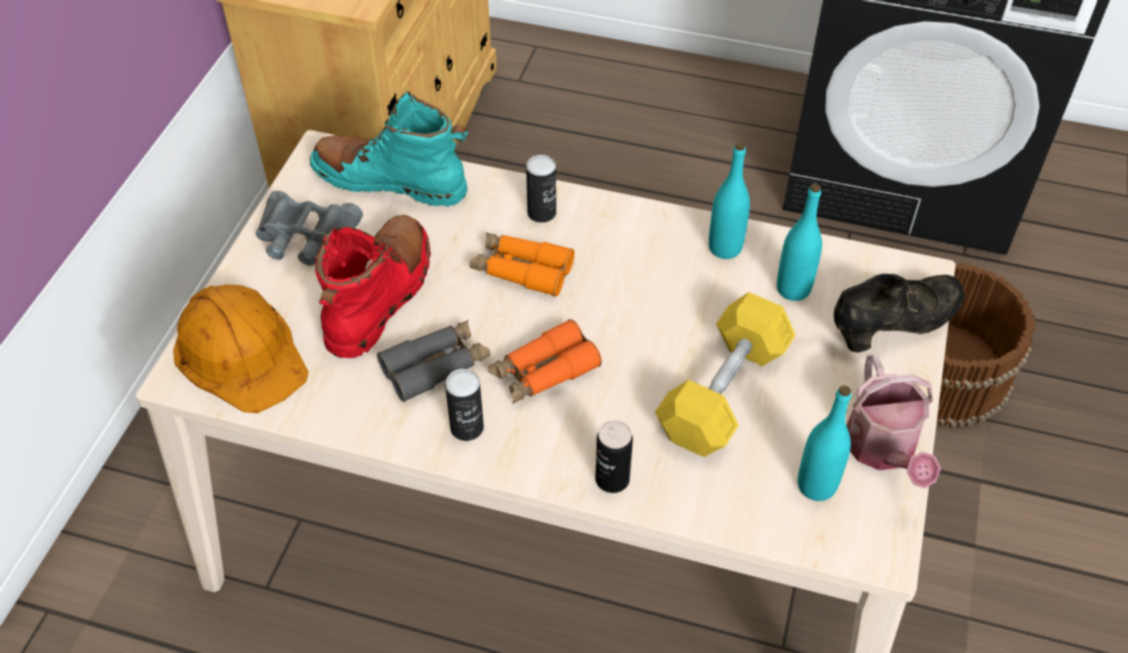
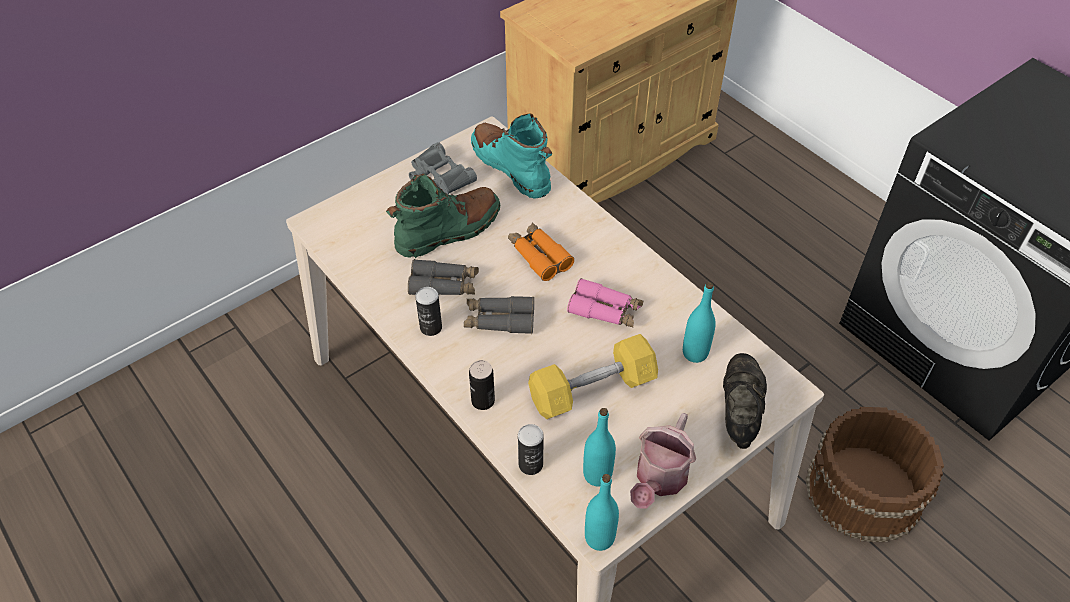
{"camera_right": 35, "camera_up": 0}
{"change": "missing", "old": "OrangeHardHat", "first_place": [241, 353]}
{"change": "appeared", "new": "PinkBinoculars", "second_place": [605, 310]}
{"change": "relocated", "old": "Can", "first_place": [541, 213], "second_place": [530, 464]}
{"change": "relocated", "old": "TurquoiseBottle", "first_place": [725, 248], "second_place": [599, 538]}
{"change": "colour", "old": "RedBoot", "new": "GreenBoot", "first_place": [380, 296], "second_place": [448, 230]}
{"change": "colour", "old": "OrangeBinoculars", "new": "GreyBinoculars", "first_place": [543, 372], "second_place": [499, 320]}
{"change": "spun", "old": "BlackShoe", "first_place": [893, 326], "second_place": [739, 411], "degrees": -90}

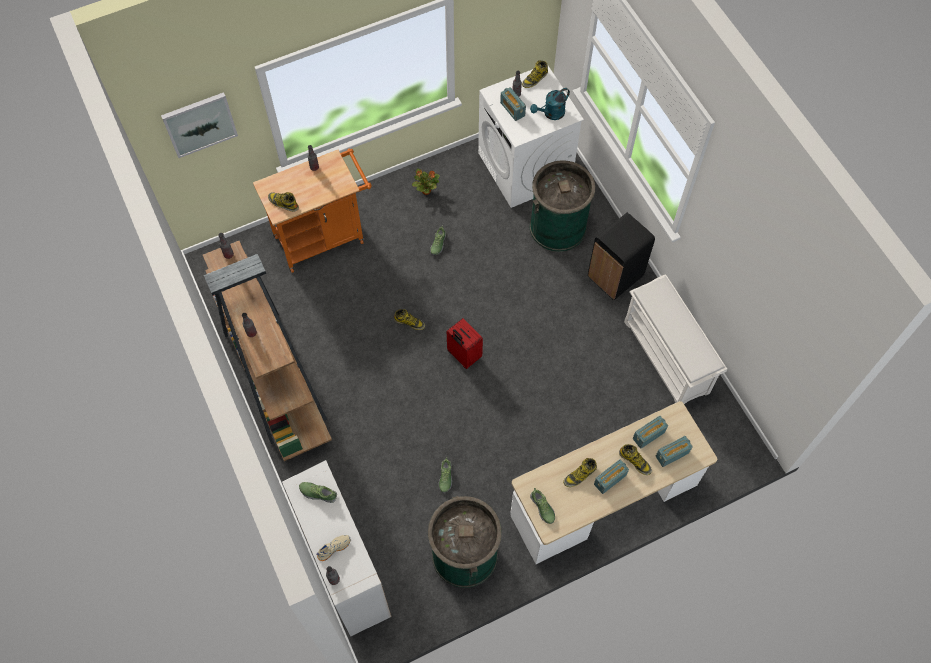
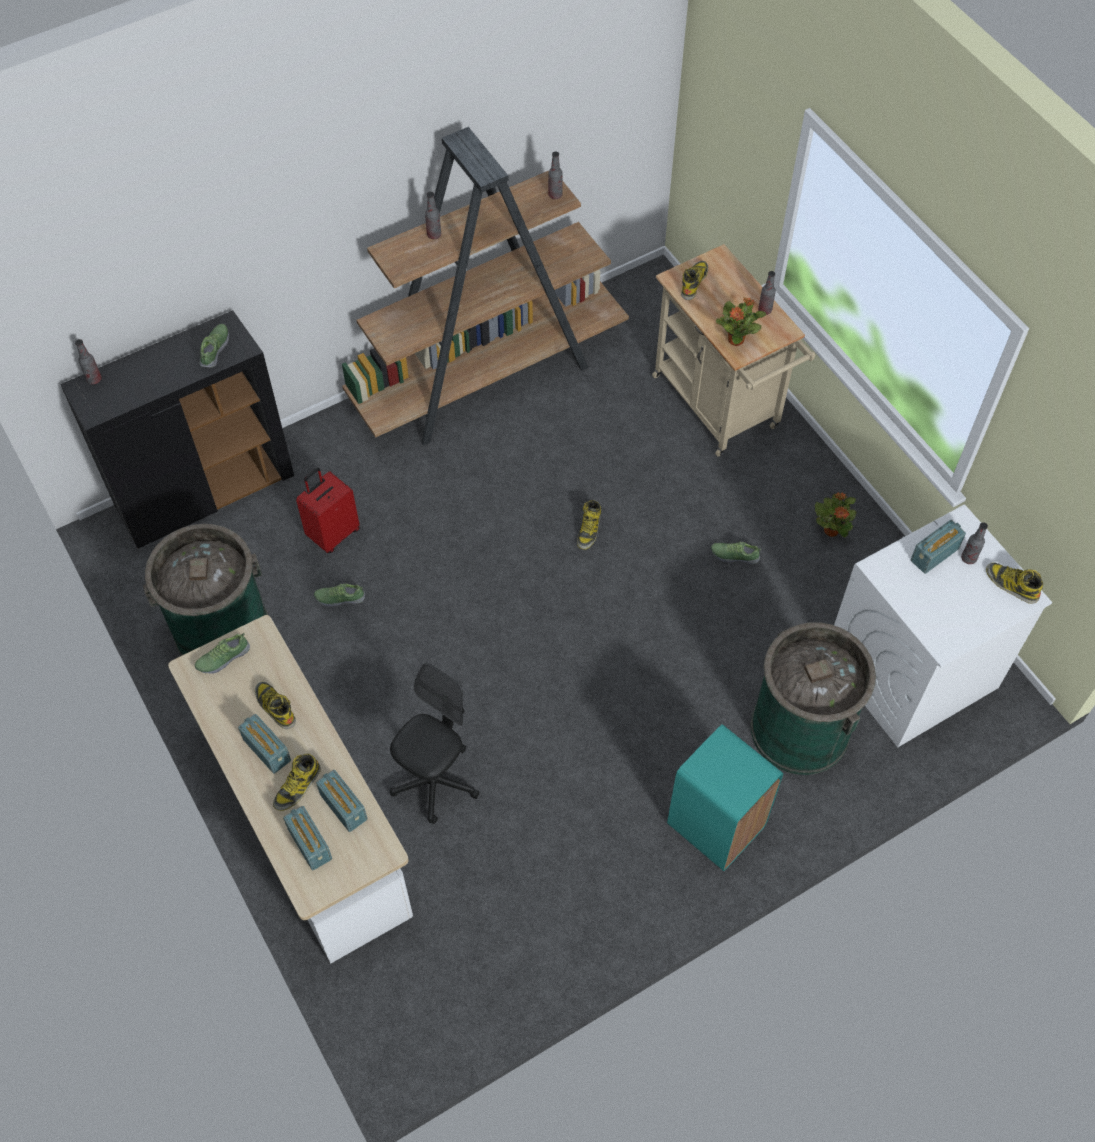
{"camera_right": 85, "camera_up": -5}
{"change": "missing", "old": "Picture", "first_place": [199, 124]}
{"change": "missing", "old": "BeigeShoe", "first_place": [333, 547]}
{"change": "missing", "old": "TurquoiseWateringCan", "first_place": [551, 114]}
{"change": "missing", "old": "WhiteShoeRack", "first_place": [667, 357]}
{"change": "appeared", "new": "BlackOfficeChair", "second_place": [435, 782]}
{"change": "appeared", "new": "PottedPlant", "second_place": [736, 339]}
{"change": "relocated", "old": "RedSuitcase", "first_place": [463, 355], "second_place": [333, 533]}
{"change": "colour", "old": "OrangeCart", "new": "BeigeCart", "first_place": [324, 236], "second_place": [720, 407]}
{"change": "colour", "old": "WhiteCabinet", "new": "BlackCabinet", "first_place": [345, 570], "second_place": [206, 491]}
{"change": "colour", "old": "BlackTrashCan", "new": "TurquoiseTrashCan", "first_place": [616, 276], "second_place": [716, 826]}

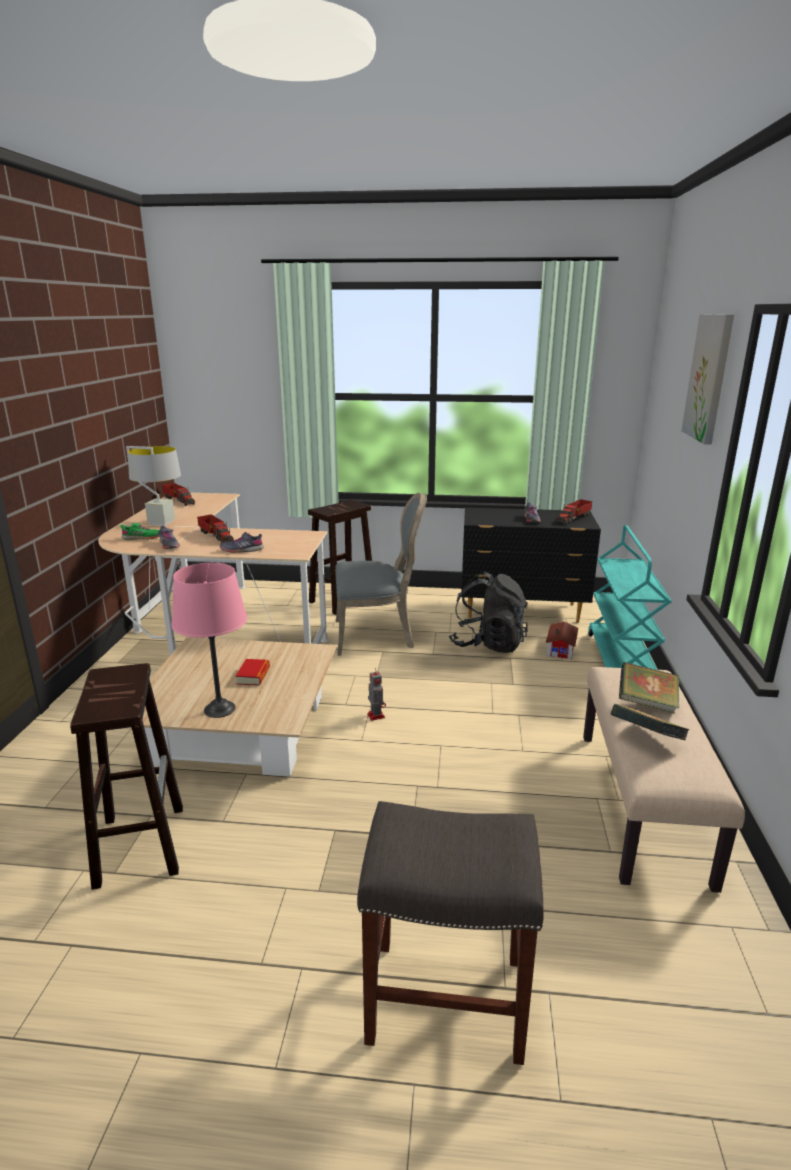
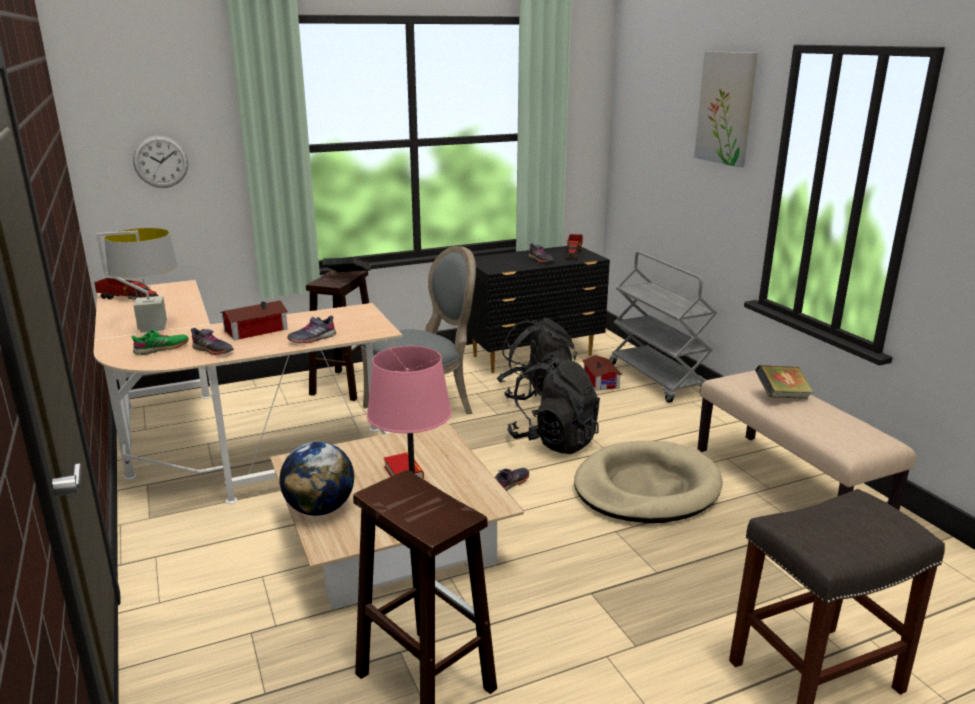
{"camera_right": -30, "camera_up": 0}
{"change": "appeared", "new": "WallClock", "second_place": [160, 162]}
{"change": "appeared", "new": "Globe", "second_place": [320, 509]}
{"change": "appeared", "new": "BlackBackpack", "second_place": [554, 441]}
{"change": "appeared", "new": "BeigeDogBed", "second_place": [646, 488]}
{"change": "relocated", "old": "Book", "first_place": [646, 739], "second_place": [348, 277]}
{"change": "exchanged", "old": "ToyTruck", "new": "ToyHouse", "first_place": [216, 536], "second_place": [254, 330]}
{"change": "exchanged", "old": "ToyRobot", "new": "GreyShoe", "first_place": [375, 715], "second_place": [510, 484]}
{"change": "colour", "old": "TurquoiseCart", "new": "GreyCart", "first_place": [621, 660], "second_place": [657, 379]}

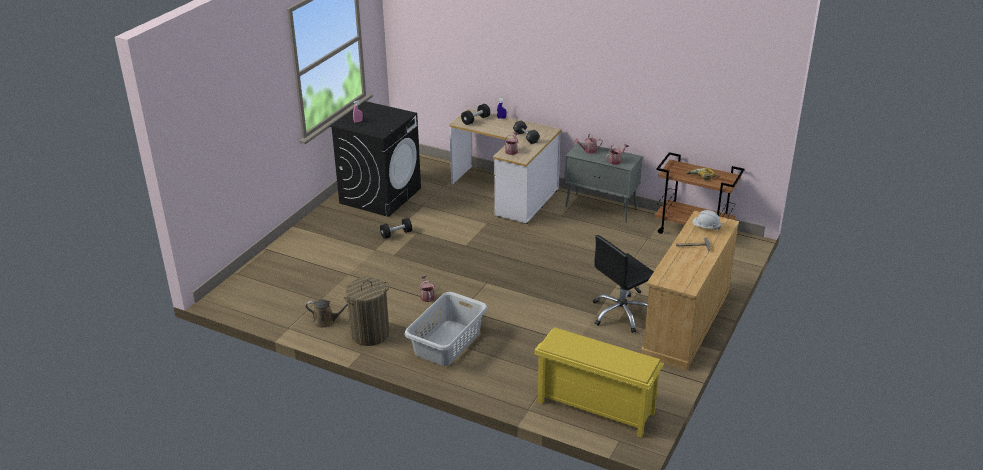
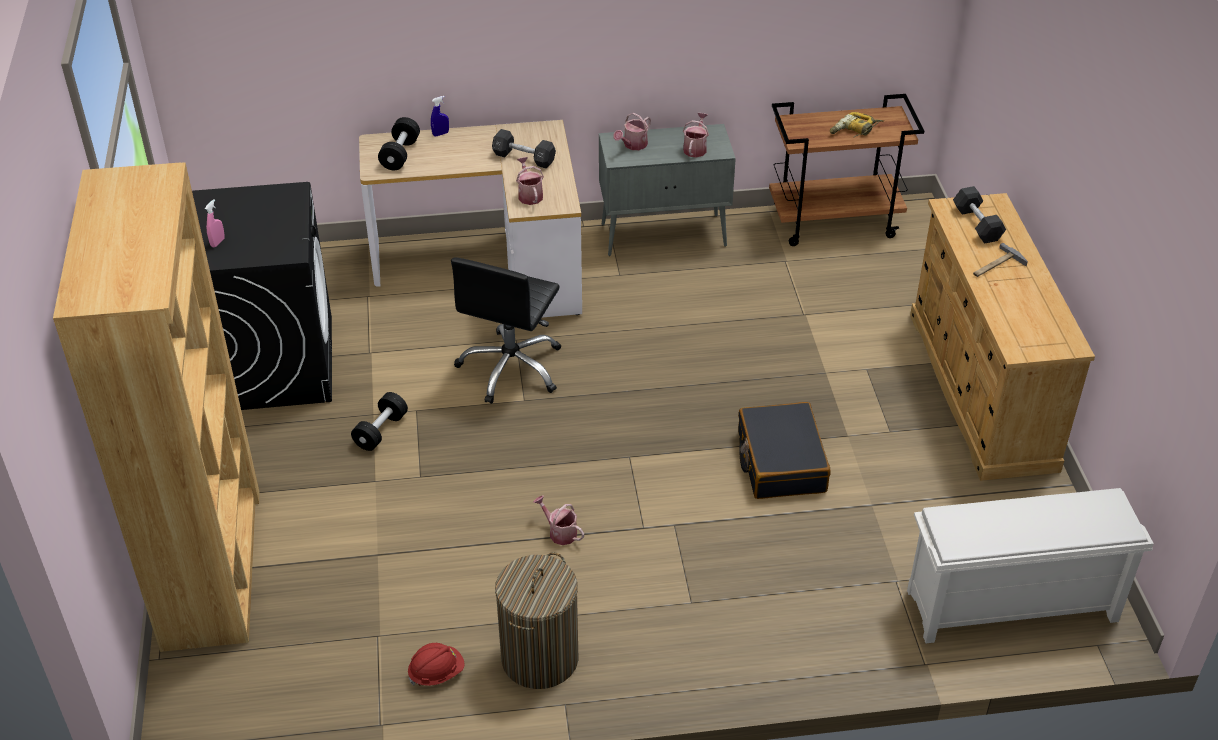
{"camera_right": -35, "camera_up": 10}
{"change": "missing", "old": "GreyLaundryBasket", "first_place": [446, 343]}
{"change": "appeared", "new": "BrownBookcase", "second_place": [212, 567]}
{"change": "appeared", "new": "BlackSuitcase", "second_place": [780, 462]}
{"change": "relocated", "old": "BlackOfficeChair", "first_place": [621, 314], "second_place": [511, 368]}
{"change": "exchanged", "old": "BrownWateringCan", "new": "RedHardHat", "first_place": [326, 321], "second_place": [436, 673]}
{"change": "exchanged", "old": "WhiteHardHat", "new": "BlackDumbbell", "first_place": [705, 227], "second_place": [977, 224]}
{"change": "colour", "old": "YellowShoeRack", "new": "WhiteShoeRack", "first_place": [594, 408], "second_place": [1010, 607]}

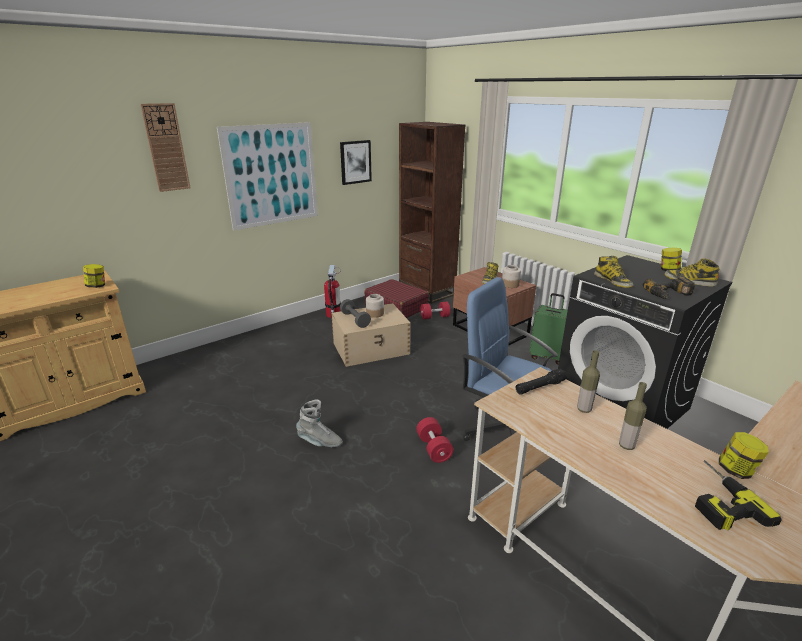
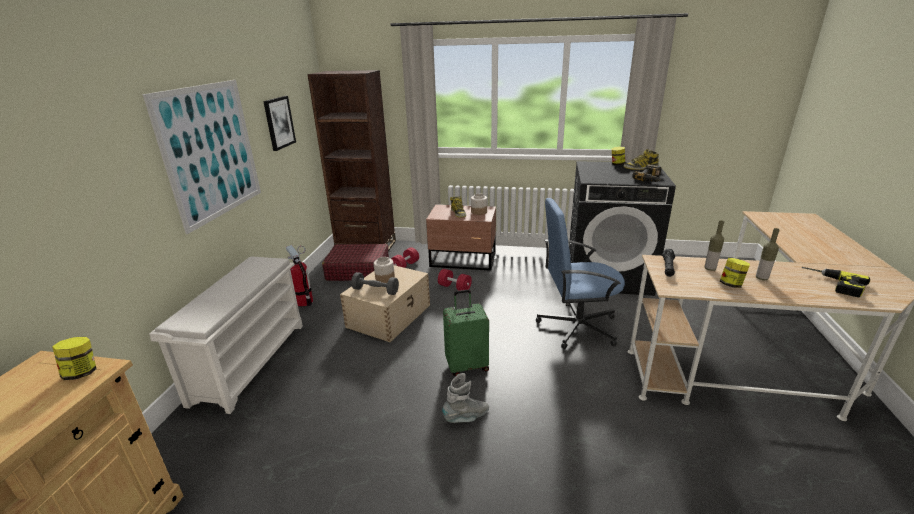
{"camera_right": -40, "camera_up": 0}
{"change": "missing", "old": "WallClock", "first_place": [166, 148]}
{"change": "missing", "old": "Boot", "first_place": [613, 281]}
{"change": "appeared", "new": "WhiteShoeRack", "second_place": [250, 361]}
{"change": "relocated", "old": "RedDumbbell", "first_place": [434, 448], "second_place": [454, 287]}
{"change": "relocated", "old": "GreenSuitcase", "first_place": [547, 357], "second_place": [467, 365]}
{"change": "relocated", "old": "Jar", "first_place": [736, 470], "second_place": [731, 285]}

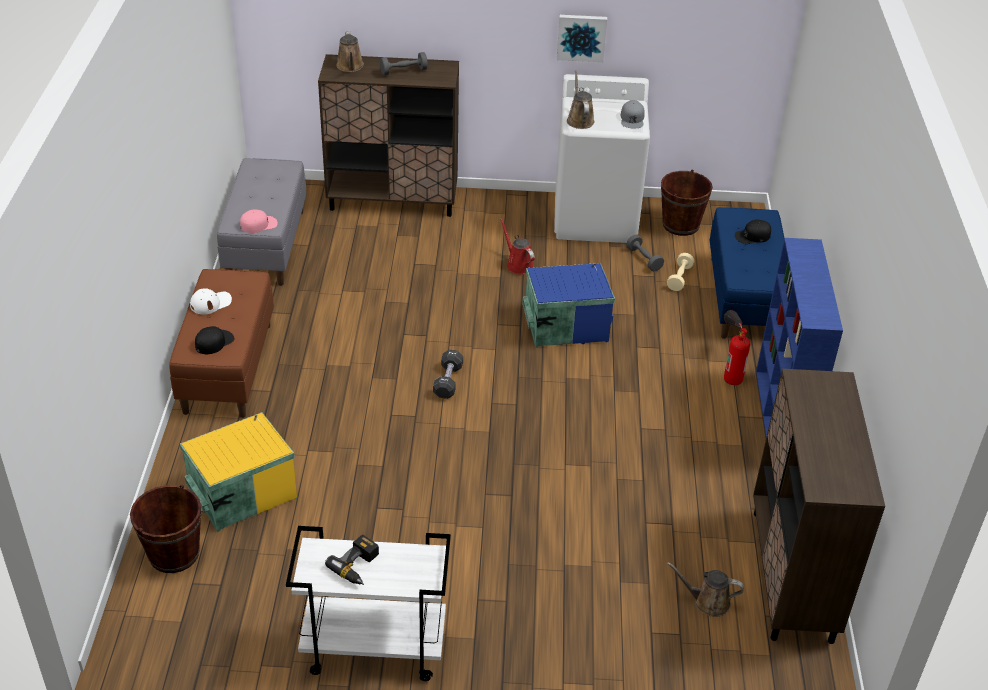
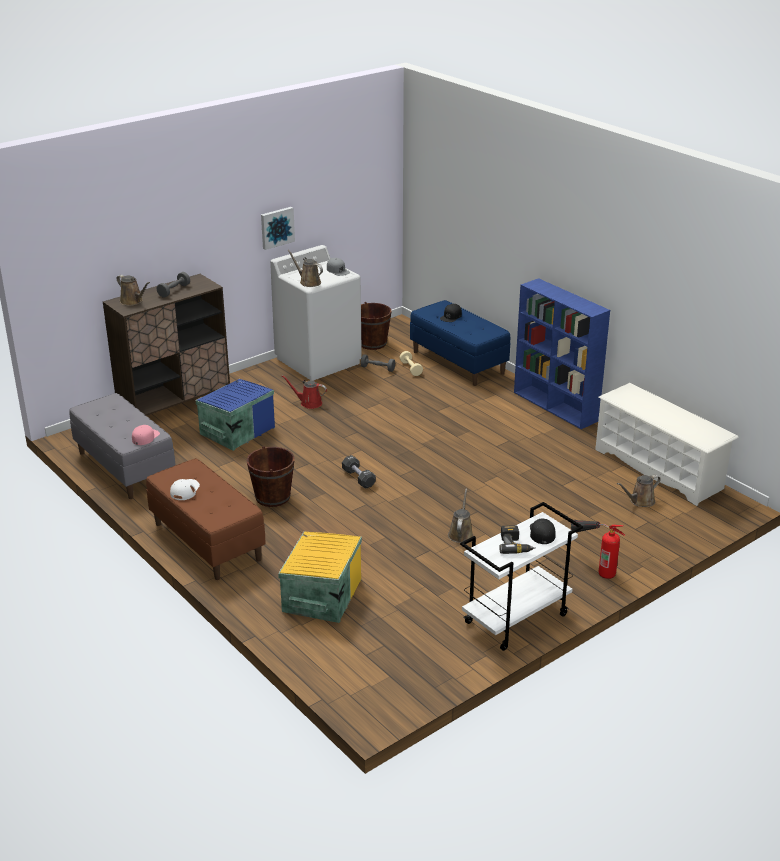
{"camera_right": -40, "camera_up": -10}
{"change": "appeared", "new": "BrownWateringCan", "second_place": [460, 533]}
{"change": "relocated", "old": "BrownBucket", "first_place": [174, 554], "second_place": [273, 497]}
{"change": "relocated", "old": "BlackCap", "first_place": [214, 342], "second_place": [542, 533]}
{"change": "relocated", "old": "BlueStorageBox", "first_place": [565, 323], "second_place": [236, 431]}
{"change": "relocated", "old": "FireExtinguisher", "first_place": [730, 367], "second_place": [594, 566]}
{"change": "exchanged", "old": "BrownCabinet", "new": "WhiteShoeRack", "first_place": [792, 575], "second_place": [659, 469]}

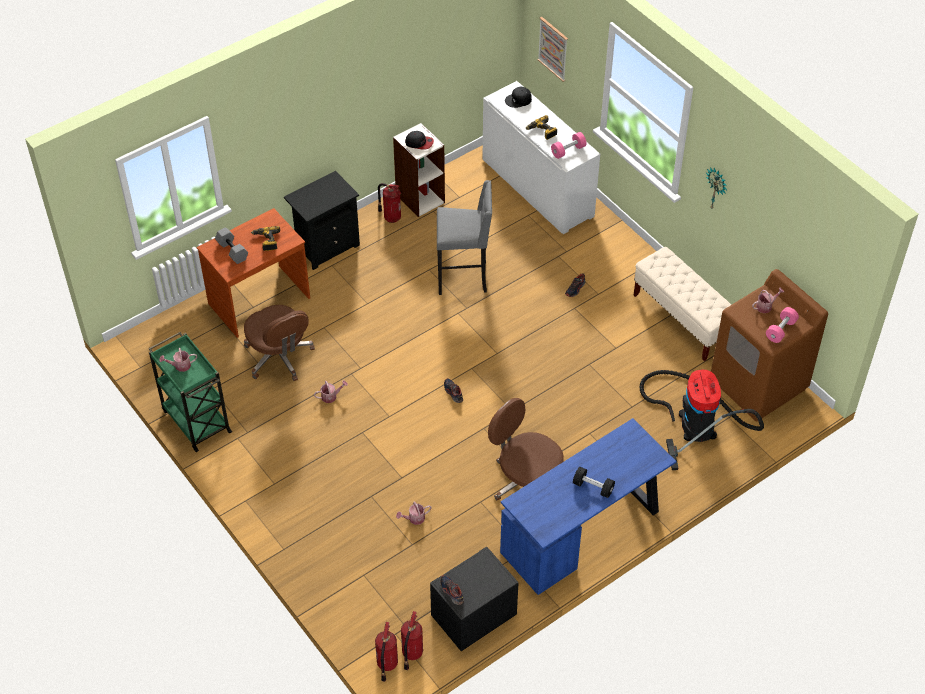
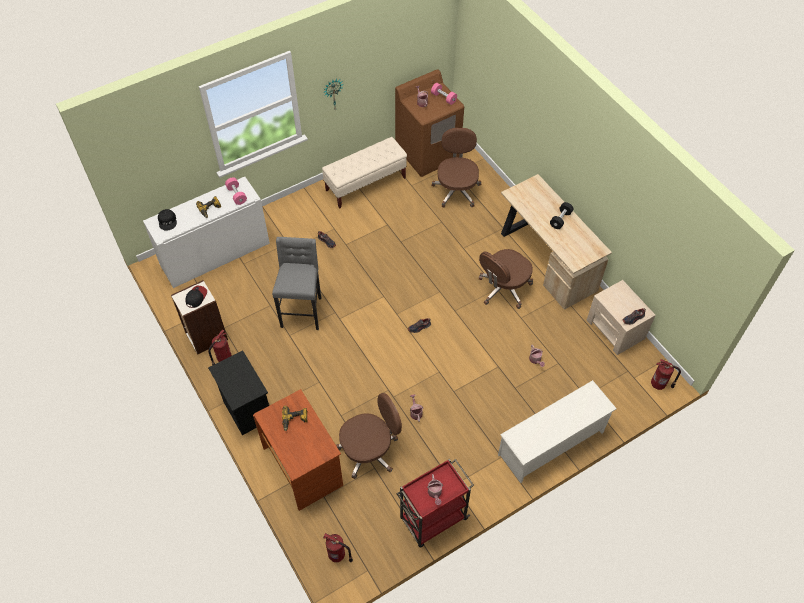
{"camera_right": -85, "camera_up": 5}
{"change": "missing", "old": "GreyDumbbell", "first_place": [231, 251]}
{"change": "missing", "old": "Picture", "first_place": [553, 48]}
{"change": "appeared", "new": "WhiteShoeRack", "second_place": [551, 443]}
{"change": "relocated", "old": "FireExtinguisher", "first_place": [411, 653], "second_place": [338, 555]}
{"change": "exchanged", "old": "VacuumCleaner", "new": "BrownOfficeChair", "first_place": [695, 421], "second_place": [456, 190]}
{"change": "colour", "old": "GreenCart", "new": "RedCart", "first_place": [195, 420], "second_place": [432, 519]}
{"change": "colour", "old": "BlackNightstand", "new": "BeigeNightstand", "first_place": [473, 614], "second_place": [615, 329]}
{"change": "colour", "old": "BlueDesk", "new": "BeigeDesk", "first_place": [584, 531], "second_place": [546, 260]}

